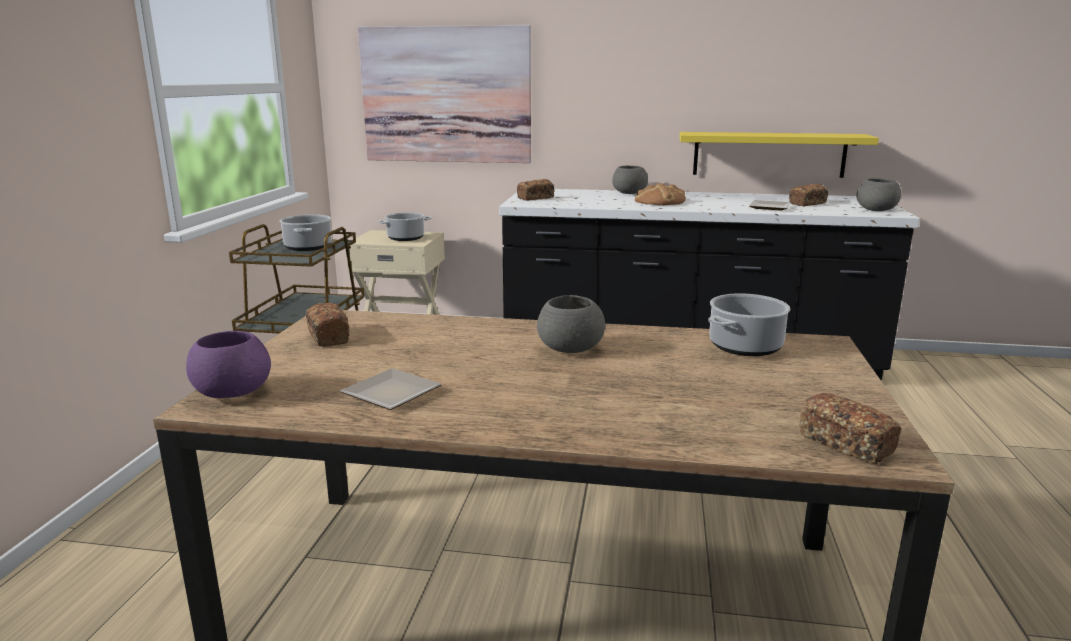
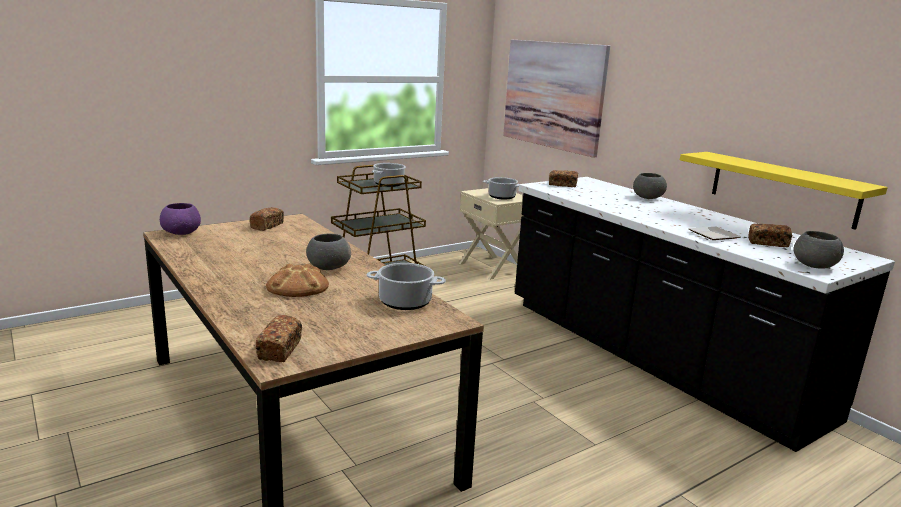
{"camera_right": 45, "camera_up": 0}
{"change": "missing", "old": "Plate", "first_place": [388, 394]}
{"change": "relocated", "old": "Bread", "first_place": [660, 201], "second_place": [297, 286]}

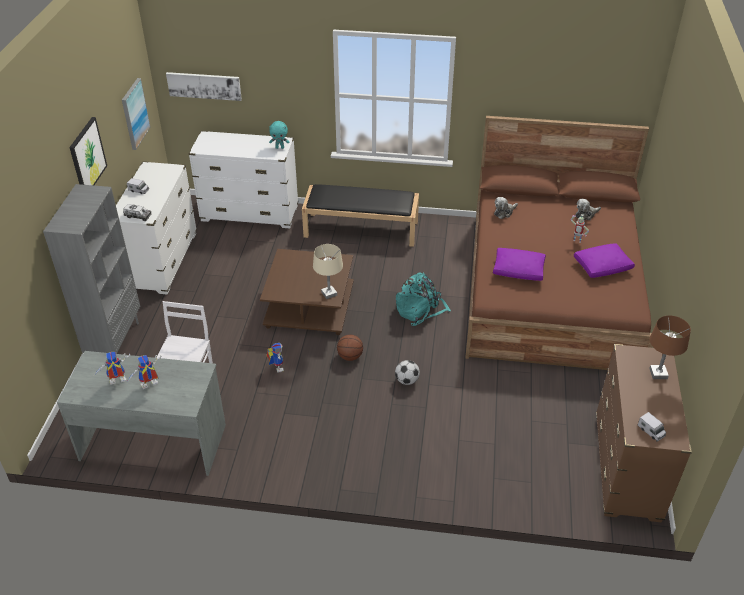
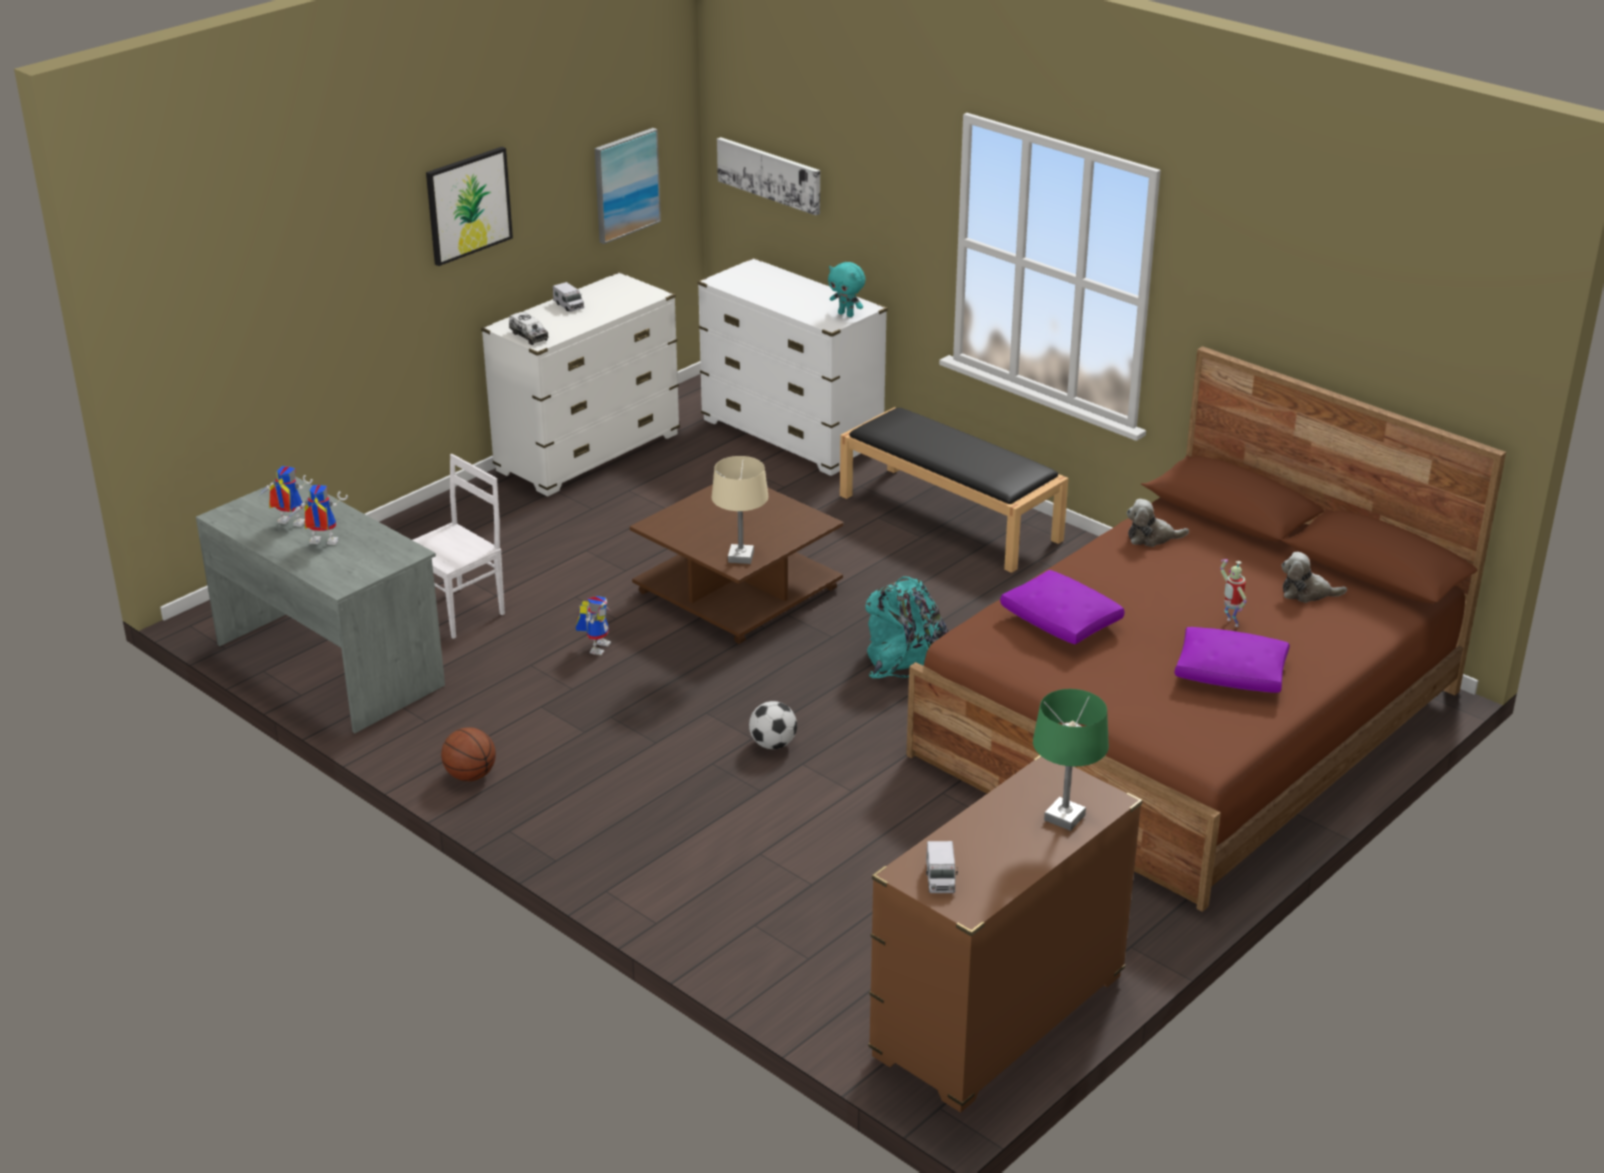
{"camera_right": 35, "camera_up": -10}
{"change": "missing", "old": "GreyBookcase", "first_place": [115, 341]}
{"change": "relocated", "old": "Basketball", "first_place": [350, 356], "second_place": [470, 775]}
{"change": "colour", "old": "BrownTableLamp", "new": "GreenTableLamp", "first_place": [658, 373], "second_place": [1065, 818]}

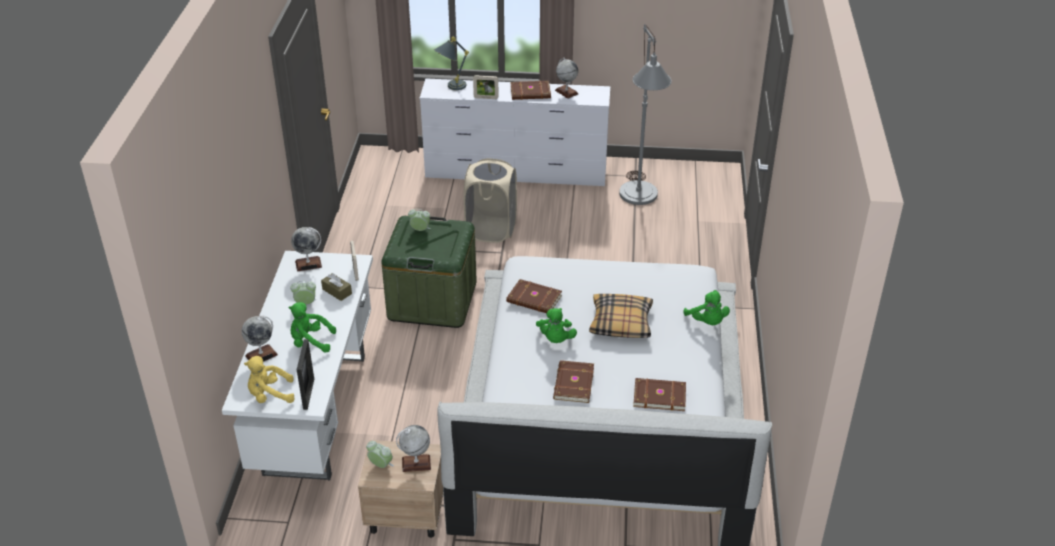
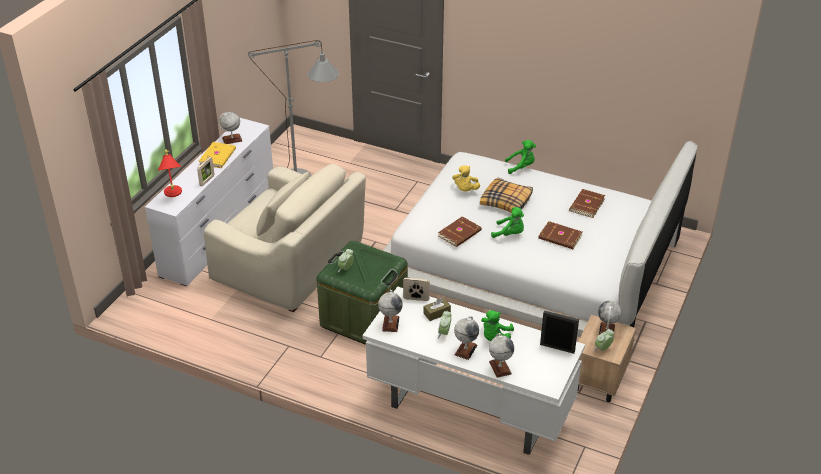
{"camera_right": -70, "camera_up": 0}
{"change": "appeared", "new": "Globe", "second_place": [465, 350]}
{"change": "relocated", "old": "YellowPlushToy", "first_place": [270, 395], "second_place": [465, 190]}
{"change": "exchanged", "old": "BeigeLaundryBasket", "new": "BeigeArmchair", "first_place": [491, 230], "second_place": [291, 265]}
{"change": "colour", "old": "GreyTableLamp", "new": "RedTableLamp", "first_place": [450, 87], "second_place": [173, 195]}
{"change": "colour", "old": "BrownBook", "new": "YellowBook", "first_place": [530, 93], "second_place": [218, 156]}

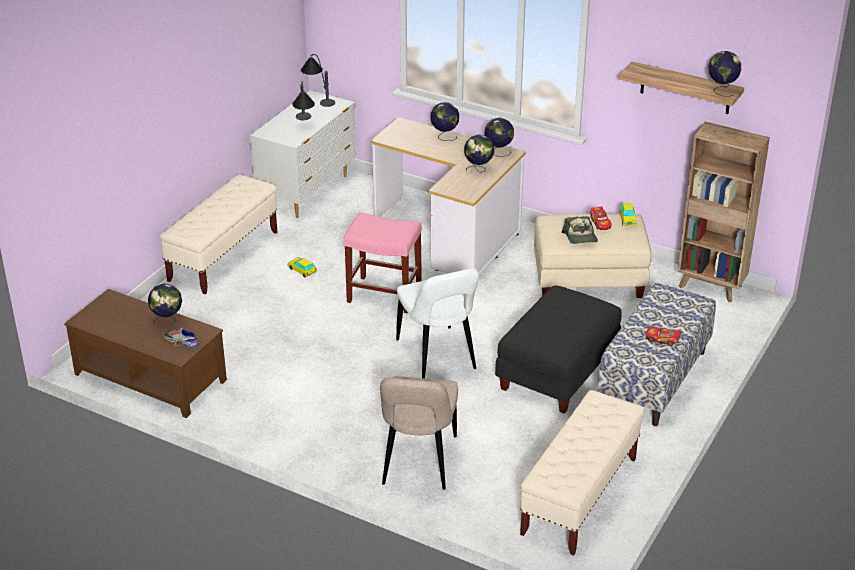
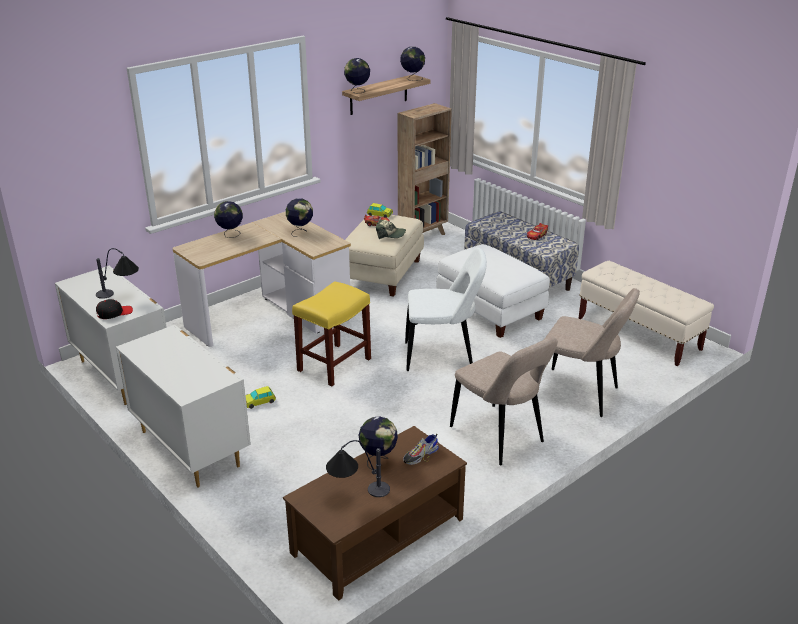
{"camera_right": -70, "camera_up": -5}
{"change": "appeared", "new": "BlackCap", "second_place": [114, 313]}
{"change": "appeared", "new": "BeigeChair", "second_place": [499, 437]}
{"change": "relocated", "old": "TableLamp", "first_place": [318, 97], "second_place": [356, 494]}
{"change": "relocated", "old": "Globe", "first_place": [498, 152], "second_place": [357, 92]}
{"change": "exchanged", "old": "BeigeBench", "new": "WhiteDresser", "first_place": [223, 256], "second_place": [190, 447]}
{"change": "colour", "old": "PinkStool", "new": "YellowStool", "first_place": [383, 294], "second_place": [334, 365]}
{"change": "colour", "old": "BlackOttoman", "new": "WhiteOttoman", "first_place": [558, 373], "second_place": [491, 310]}

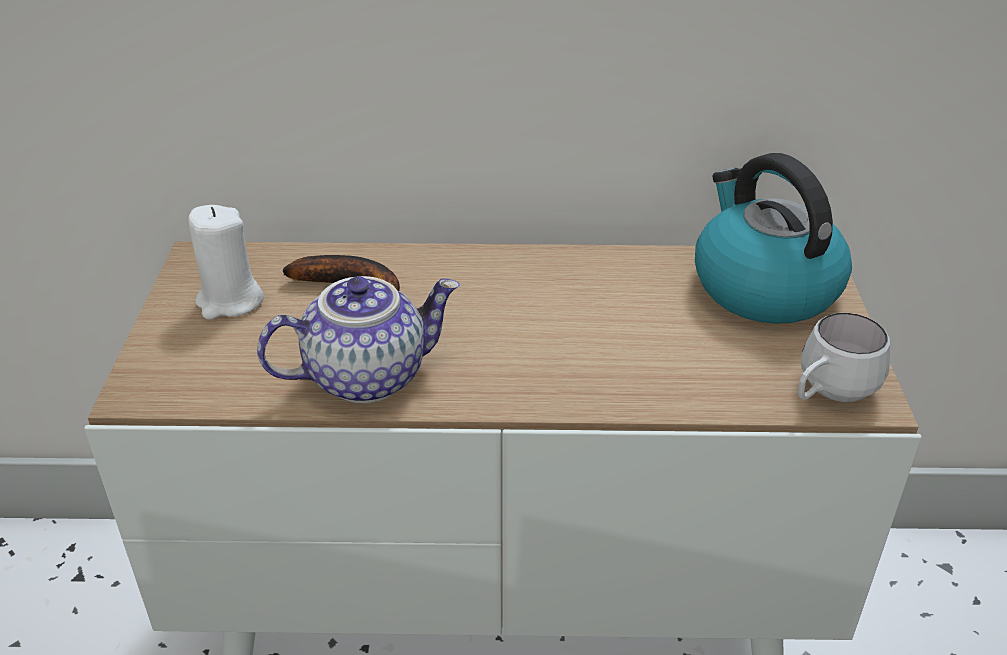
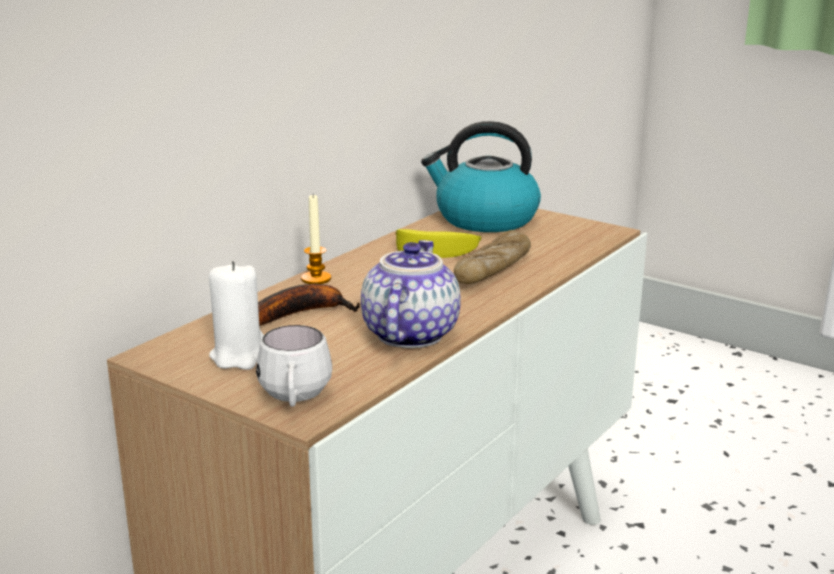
{"camera_right": -55, "camera_up": -15}
{"change": "appeared", "new": "Candle", "second_place": [316, 279]}
{"change": "appeared", "new": "Banana", "second_place": [438, 250]}
{"change": "appeared", "new": "Bread", "second_place": [493, 269]}
{"change": "relocated", "old": "WhiteMug", "first_place": [828, 393], "second_place": [295, 401]}

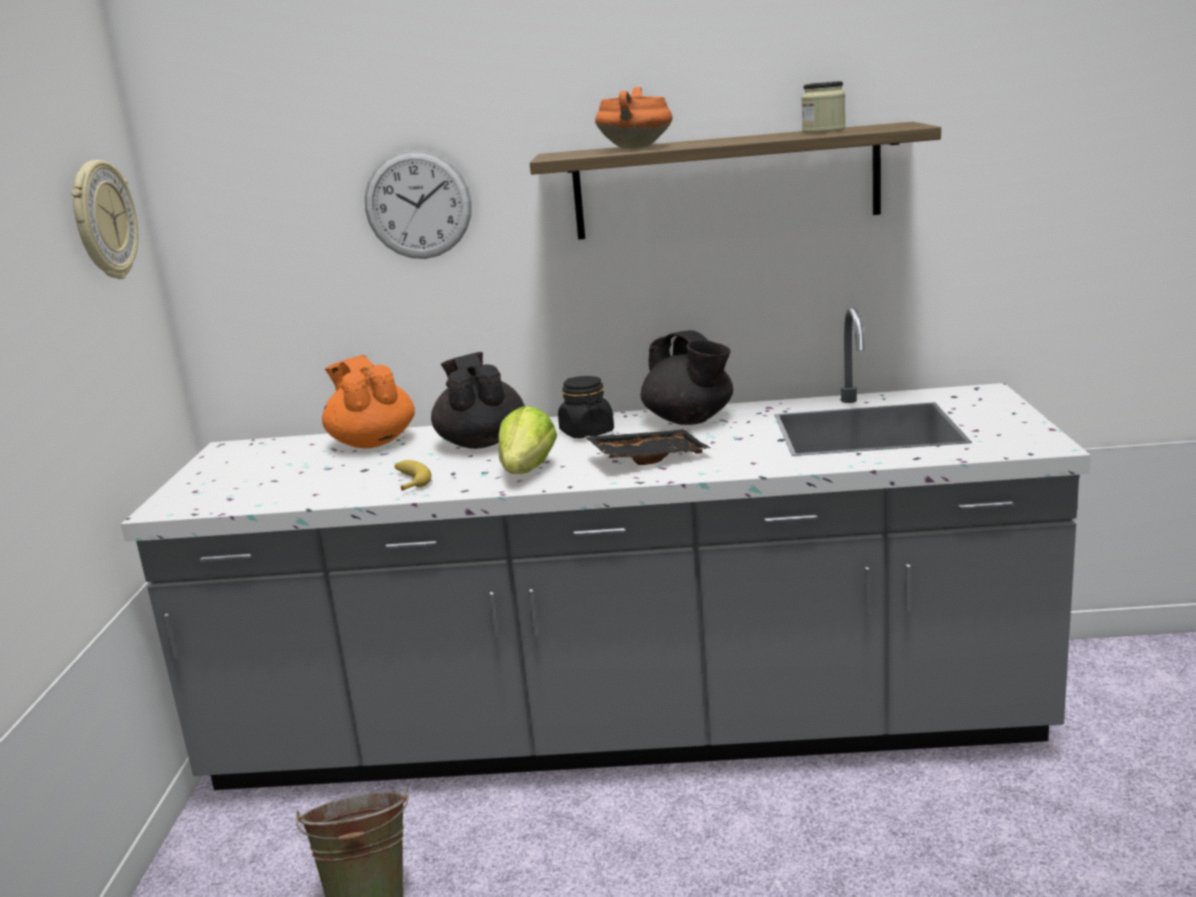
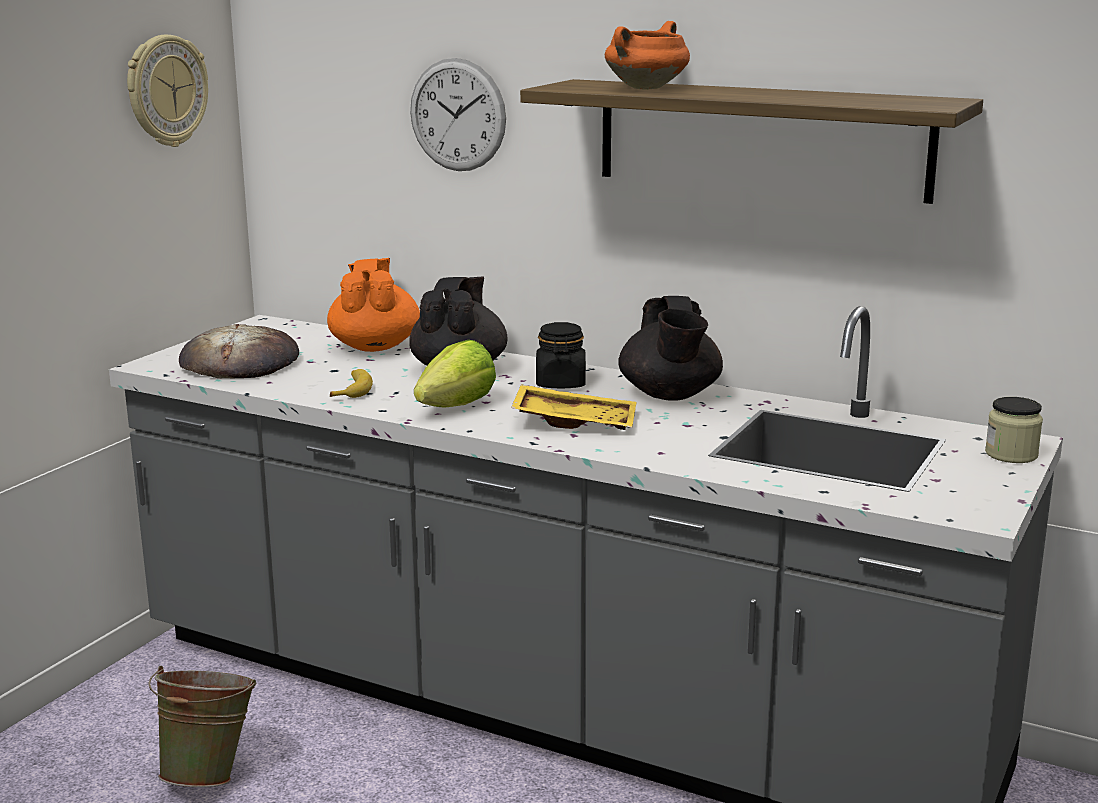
{"camera_right": 25, "camera_up": 0}
{"change": "appeared", "new": "Bread", "second_place": [240, 362]}
{"change": "relocated", "old": "Jar", "first_place": [823, 130], "second_place": [1011, 454]}
{"change": "colour", "old": "BlackTray", "new": "YellowTray", "first_place": [647, 457], "second_place": [575, 421]}

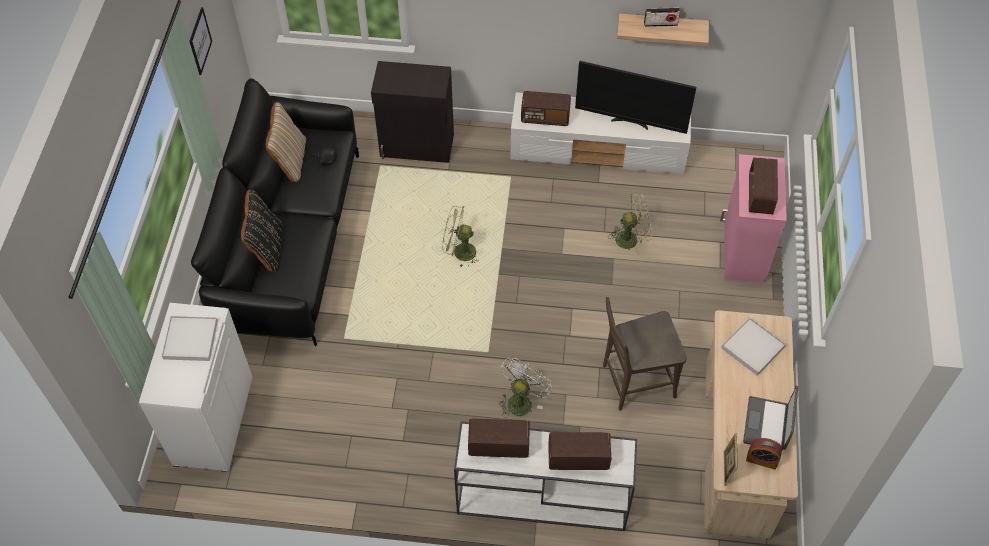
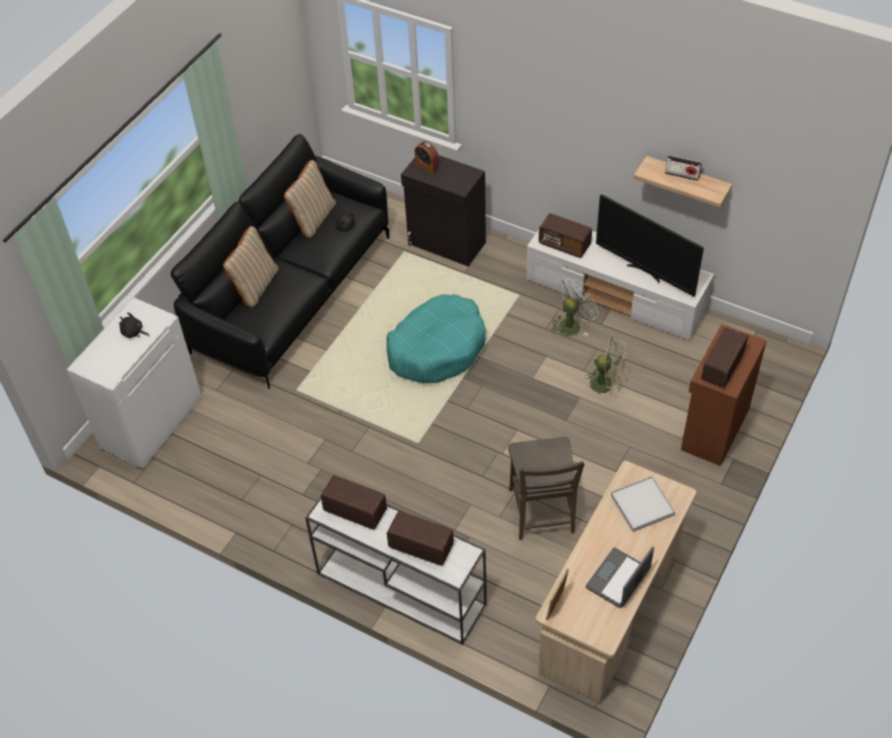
{"camera_right": 25, "camera_up": -5}
{"change": "missing", "old": "Picture", "first_place": [200, 41]}
{"change": "relocated", "old": "WhiteFan", "first_place": [521, 400], "second_place": [572, 324]}
{"change": "relocated", "old": "AlarmClock", "first_place": [761, 459], "second_place": [427, 166]}
{"change": "exchanged", "old": "WhiteTray", "new": "BlackPlushToy", "first_place": [190, 340], "second_place": [133, 332]}
{"change": "exchanged", "old": "GreenFan", "new": "TurquoiseDogBed", "first_place": [459, 252], "second_place": [437, 348]}
{"change": "colour", "old": "BlackPillow", "new": "BeigePillow", "first_place": [267, 248], "second_place": [255, 286]}
{"change": "colour", "old": "PinkCabinet", "new": "BrownCabinet", "first_place": [742, 250], "second_place": [713, 429]}
{"change": "spun", "old": "BrownChair", "first_place": [634, 381], "second_place": [542, 514], "degrees": -105}

